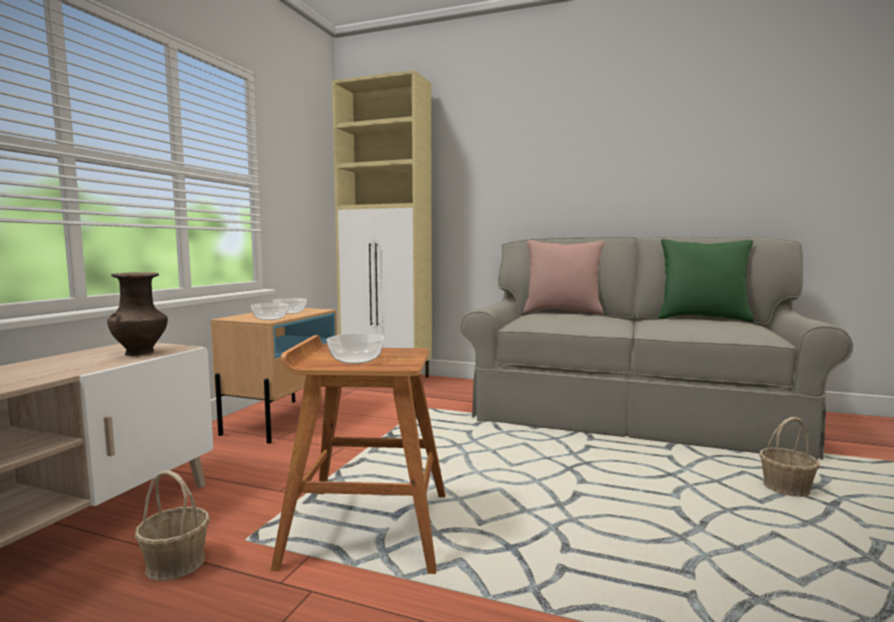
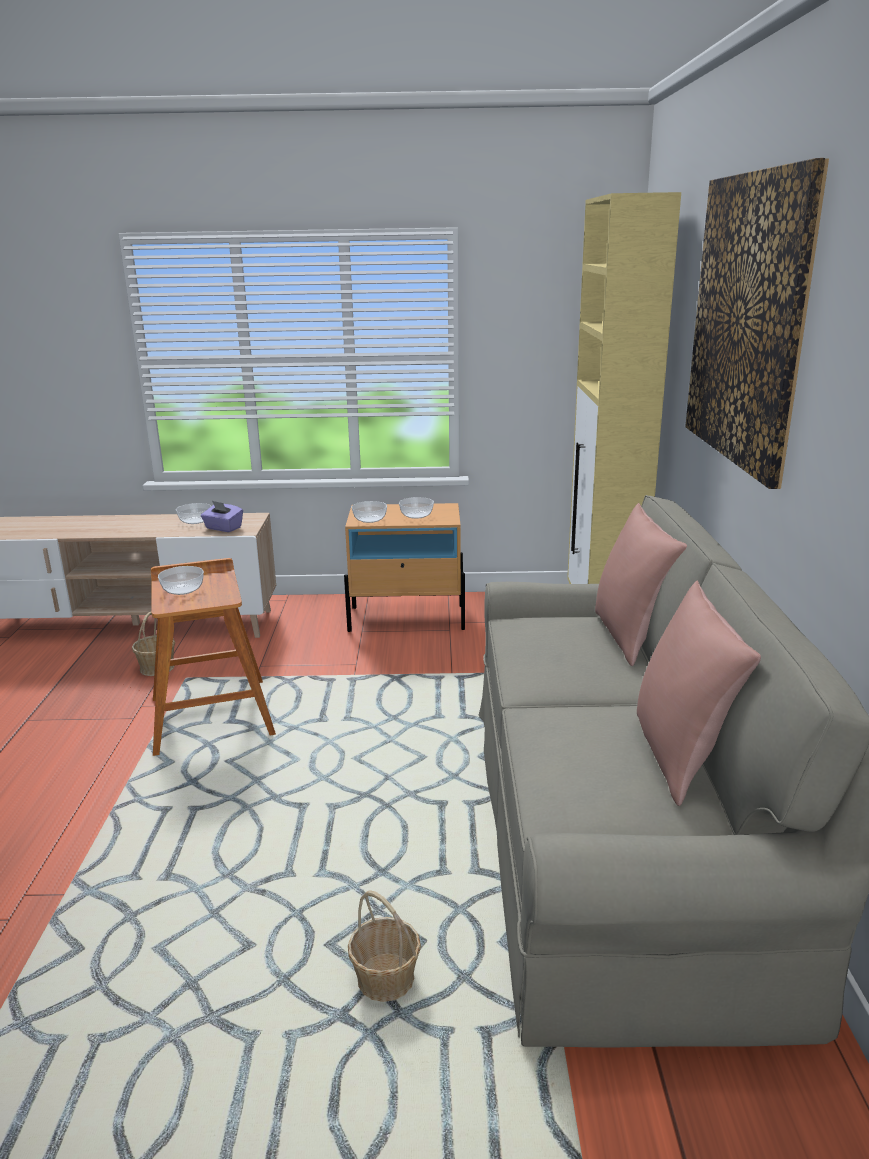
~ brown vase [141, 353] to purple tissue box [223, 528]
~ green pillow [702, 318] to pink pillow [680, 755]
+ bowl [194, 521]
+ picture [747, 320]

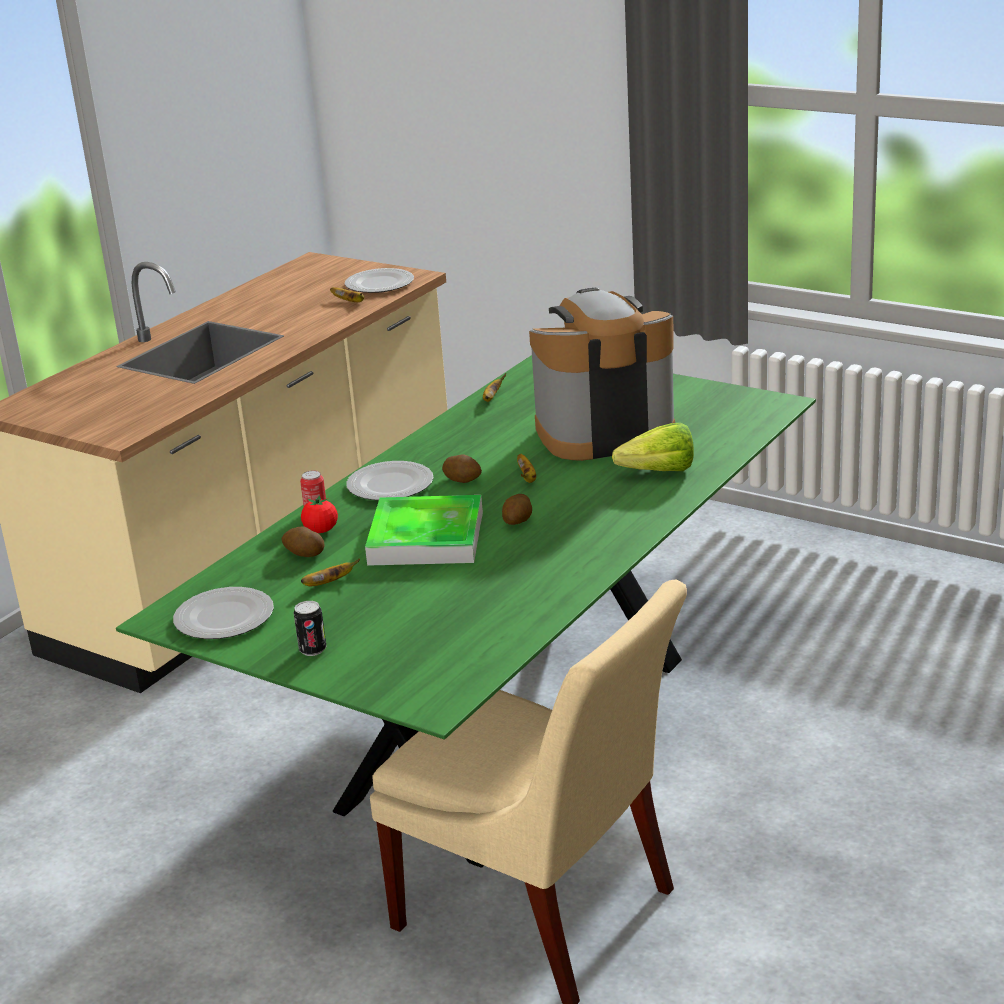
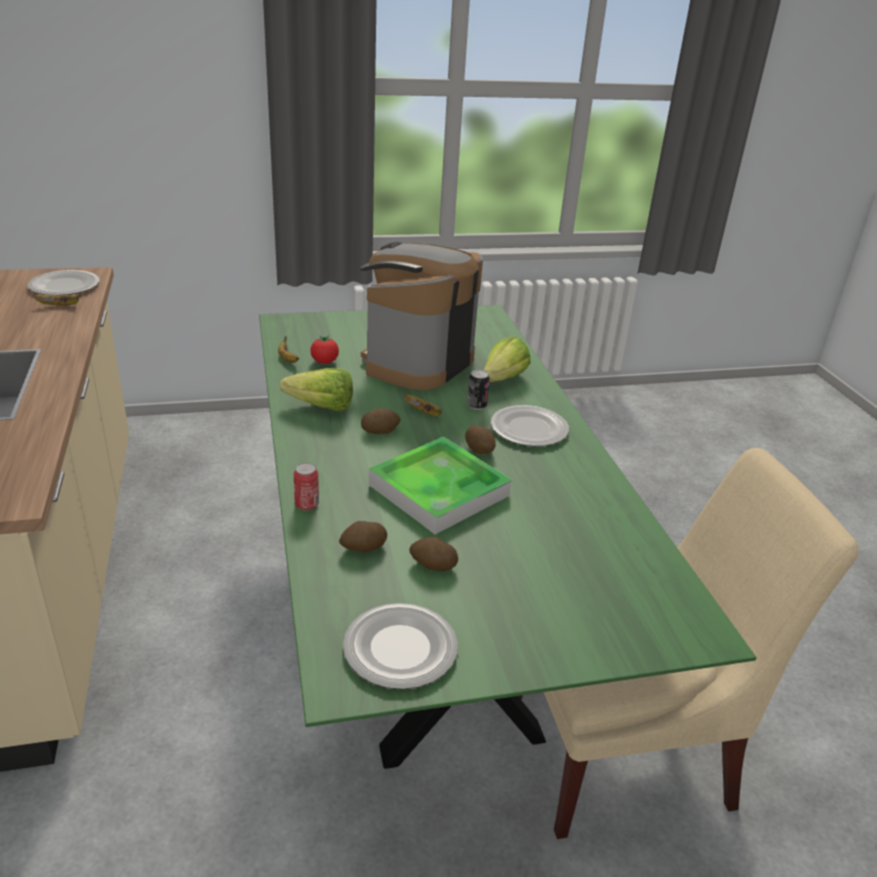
~ can [312, 650] to [476, 405]
~ tomato [321, 530] to [324, 362]
~ banana [329, 583] to potato [432, 565]
~ plate [389, 485] to [528, 429]
+ lettuce [316, 406]

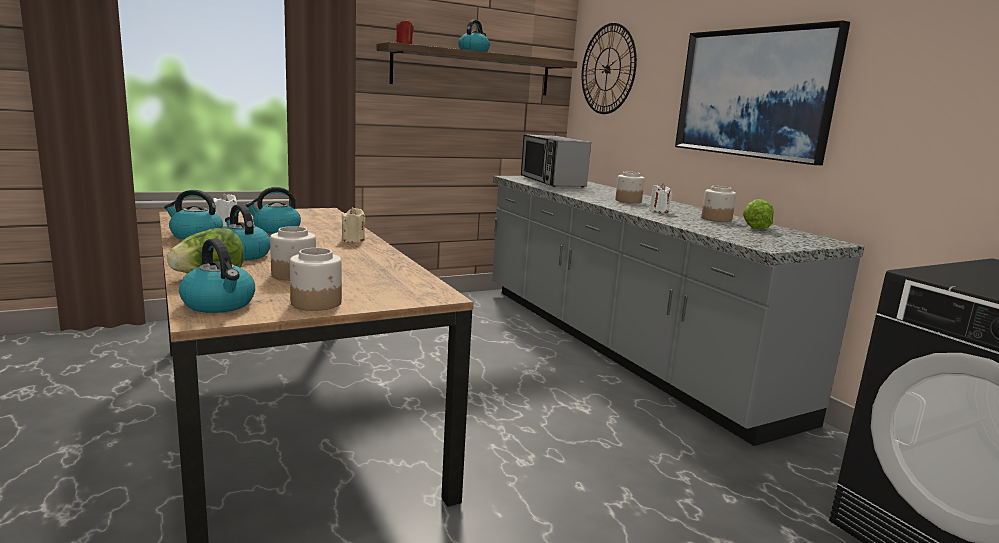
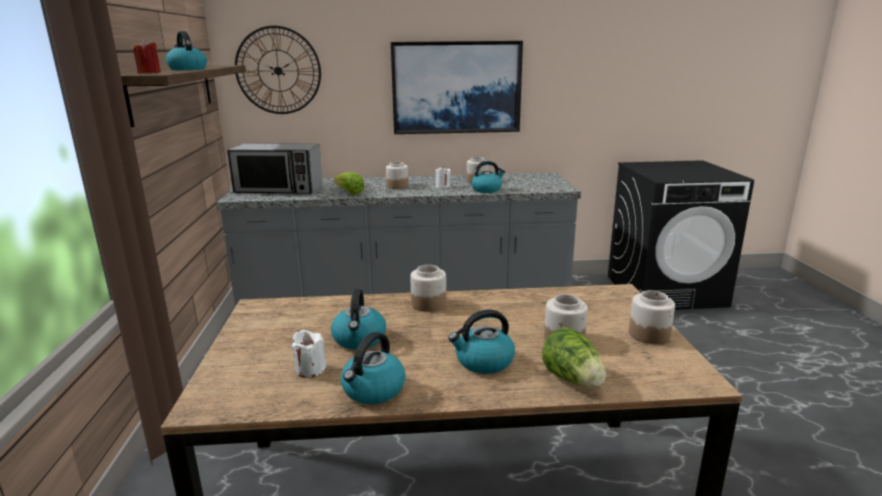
~ kettle [220, 304] to [487, 189]
~ beige candle [353, 240] to jar [428, 304]
~ lettuce [755, 227] to [349, 192]

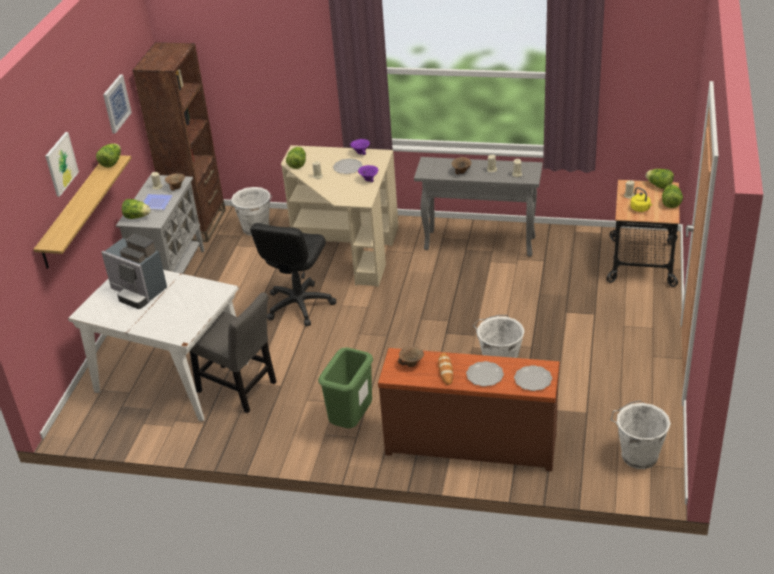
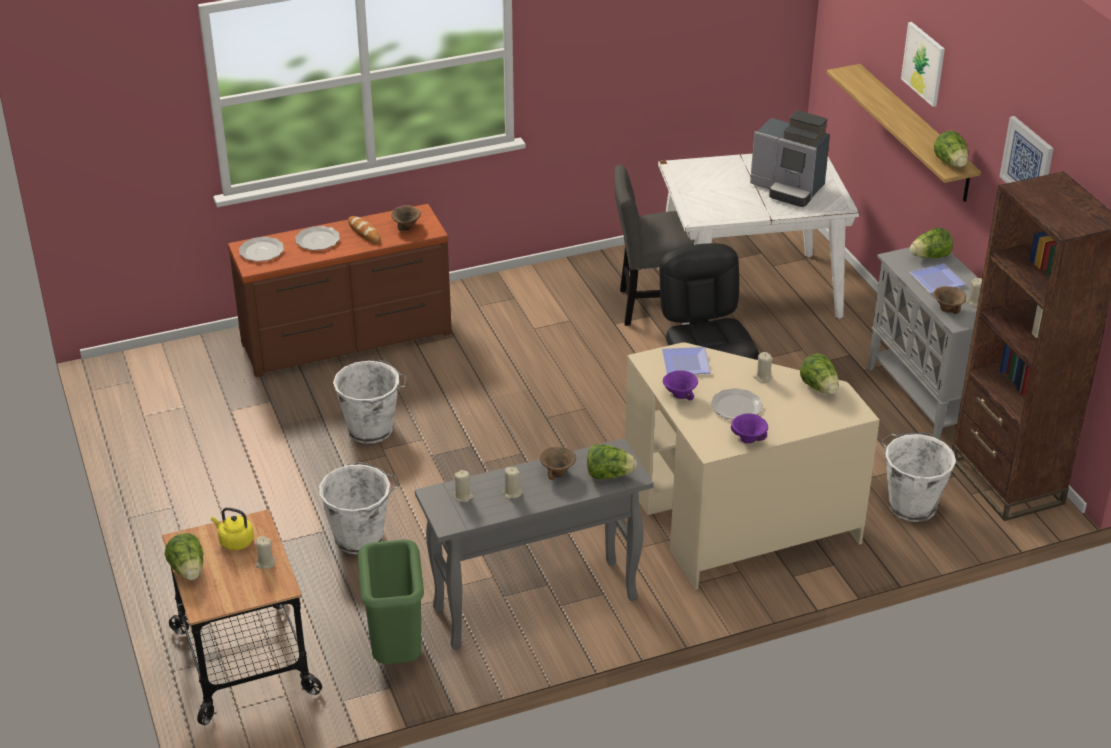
~ coffee machine [138, 292] = [788, 188] 150 degrees counterclockwise
~ green trash can [351, 421] to [397, 653]
~ white bucket [637, 456] to [361, 537]
~ lettuce [659, 186] to [609, 475]
+ plate [687, 364]

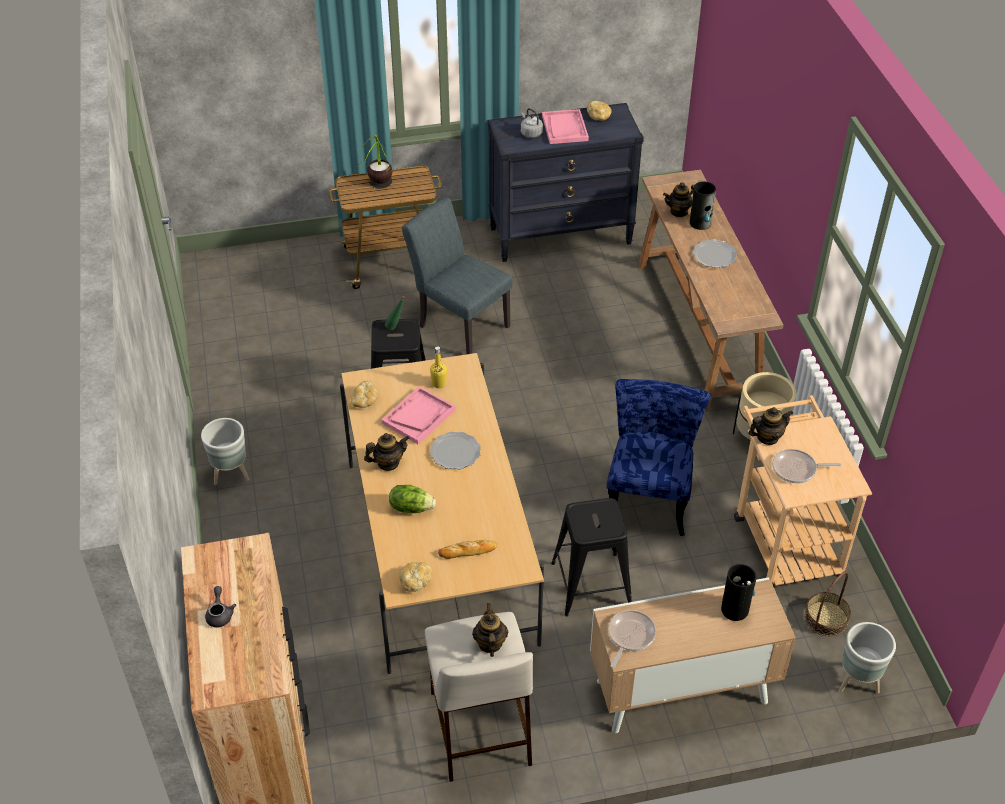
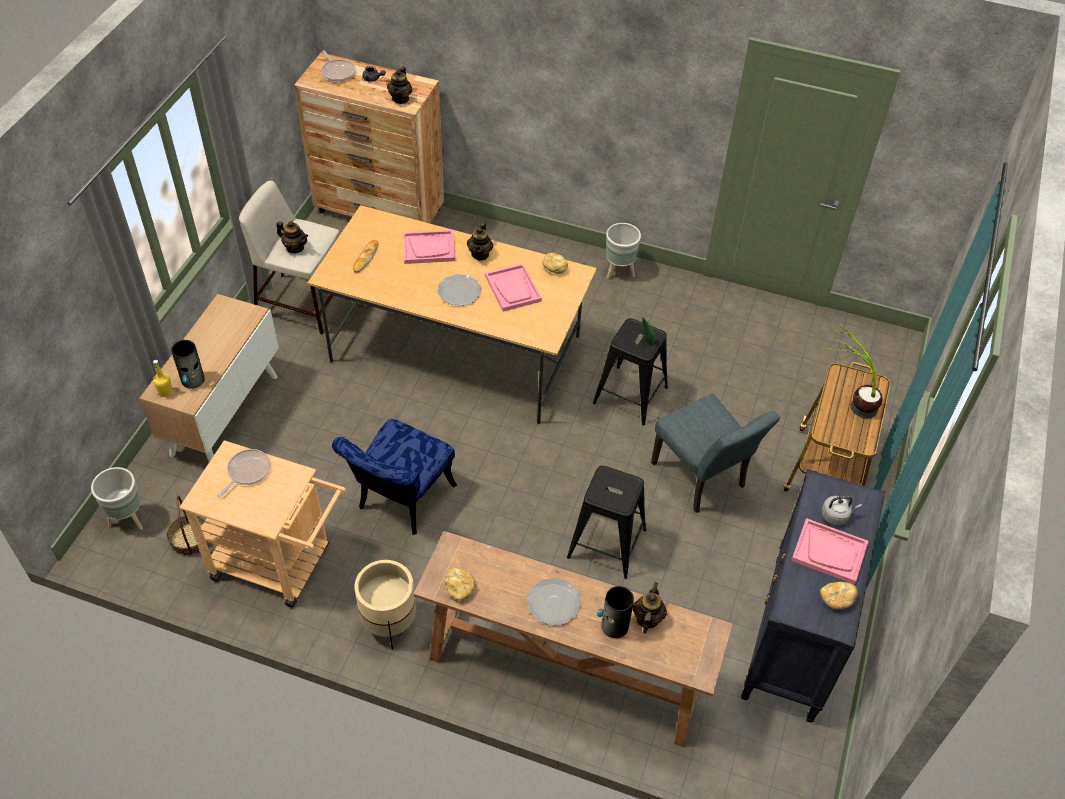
~ lettuce [411, 507] to pink tray [429, 248]
~ bread [415, 581] to [459, 588]
~ grey chair [459, 323] = [702, 480] 75 degrees clockwise
~ yellow bottle [439, 383] to [166, 392]
~ black stool [590, 584] to [607, 543]
~ blue chair [649, 493] = [400, 501] 75 degrees clockwise
~ frying pan [629, 636] to [337, 72]
~ teapot [767, 437] to [400, 98]

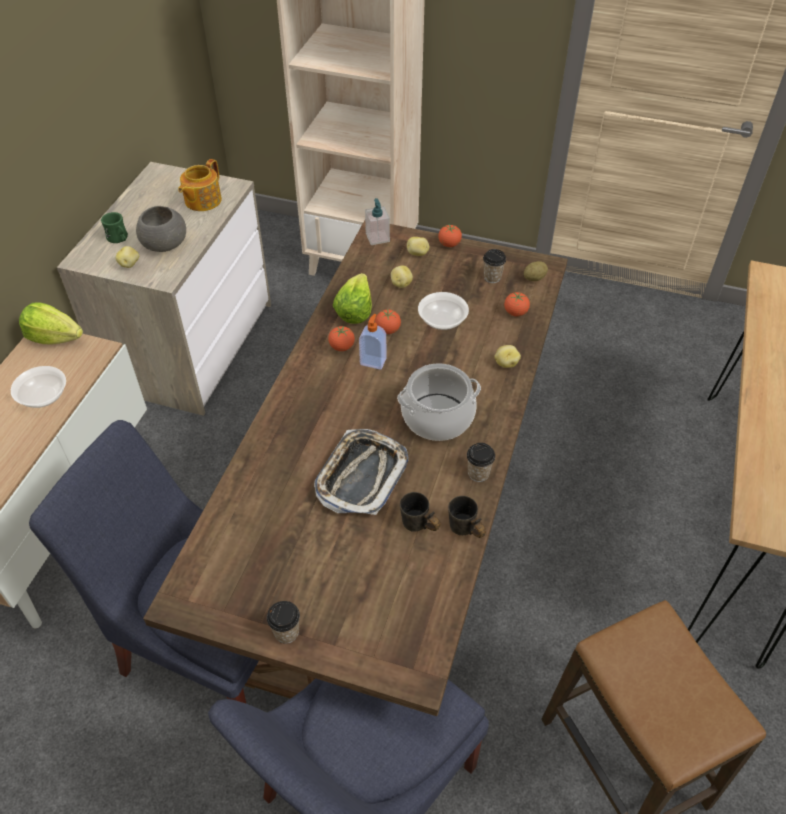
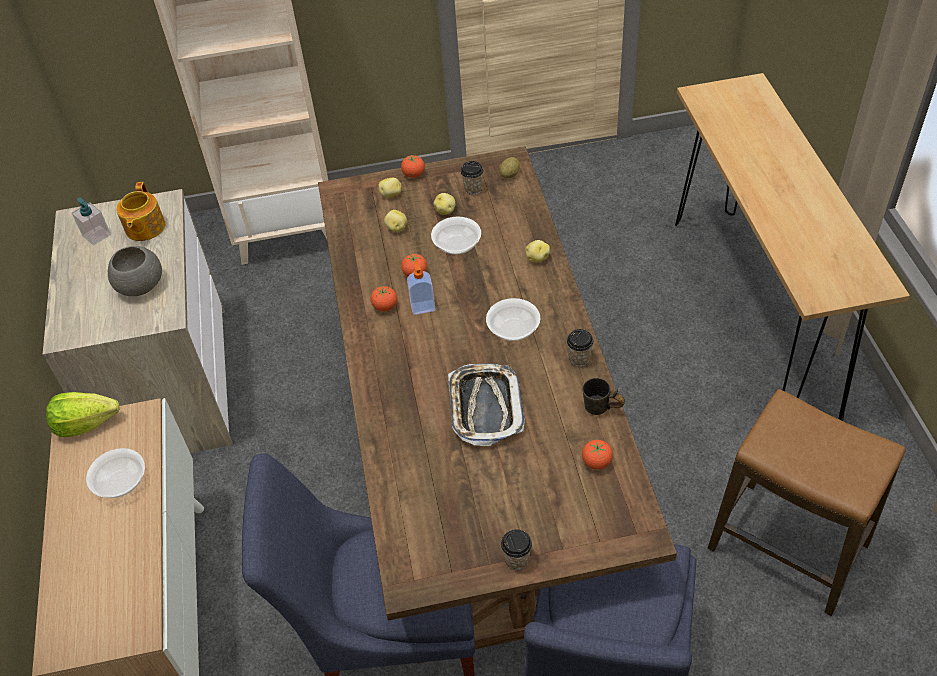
- green mug [119, 239]
~ potato [129, 264] to [445, 210]
- lettuce [354, 310]
~ soap dispenser [377, 238] to [96, 235]
~ cooking pot [437, 418] to bowl [513, 329]
- grey mug [417, 527]
~ tomato [515, 313] to [596, 462]

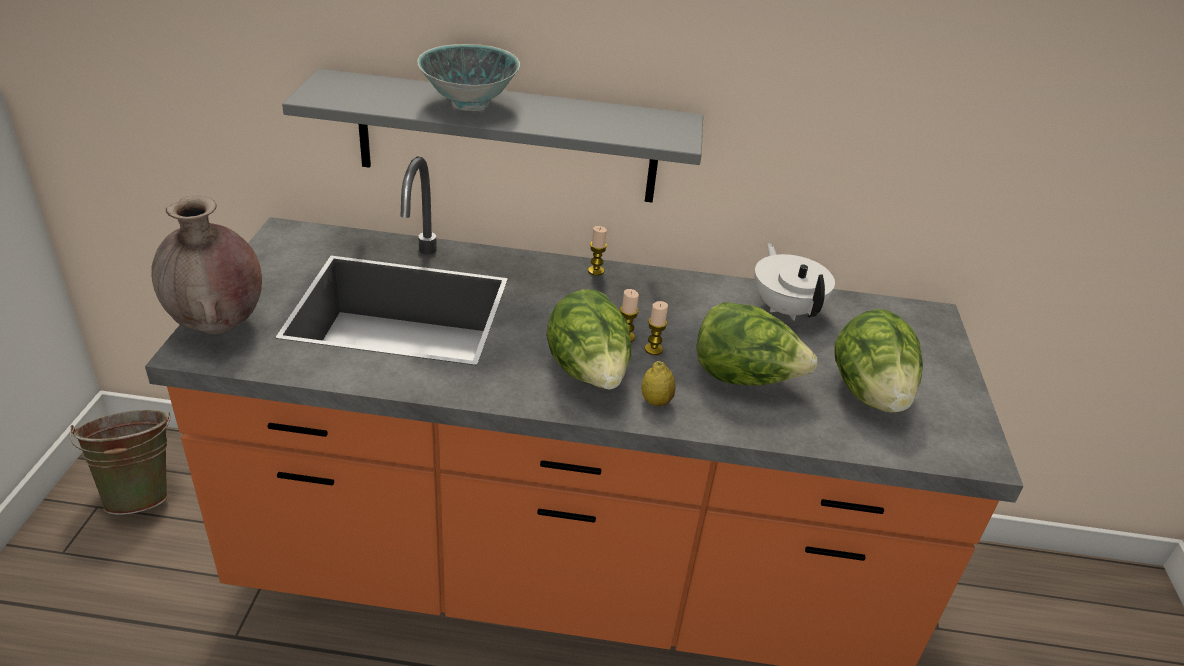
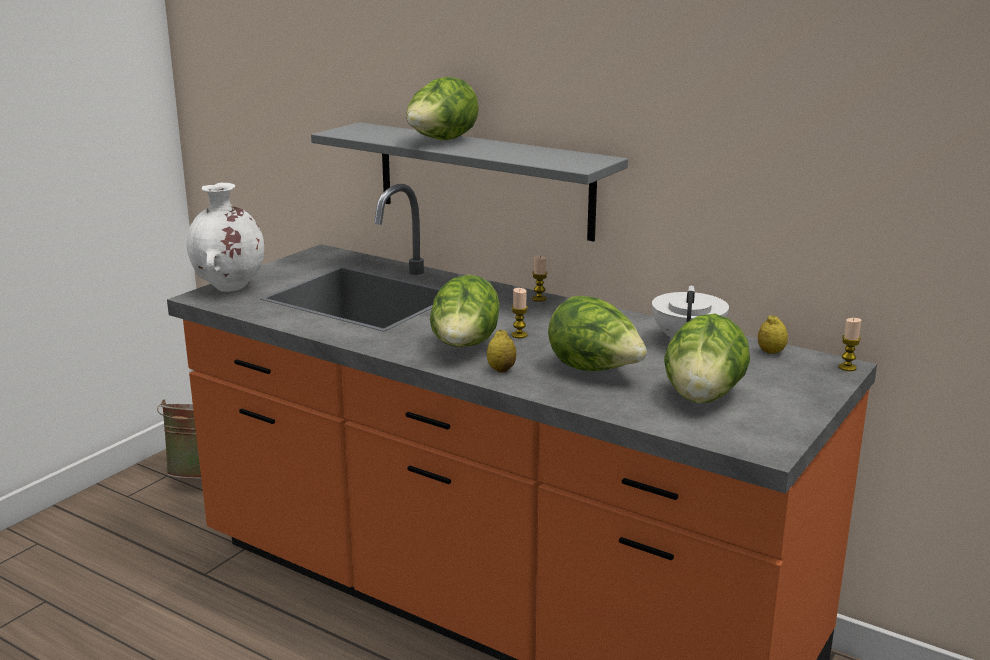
~ brown vase [219, 326] to white vase [230, 288]
~ bowl [469, 104] to lettuce [441, 141]
~ candle [653, 349] to [847, 367]
+ lemon [771, 352]

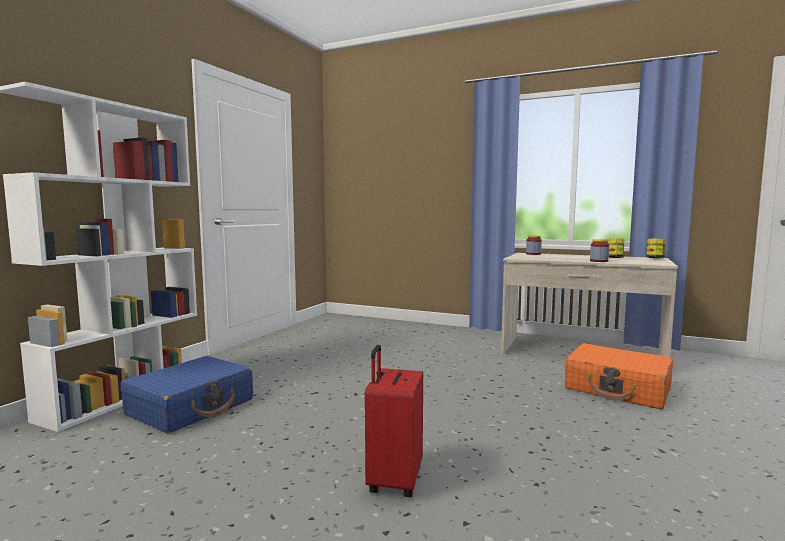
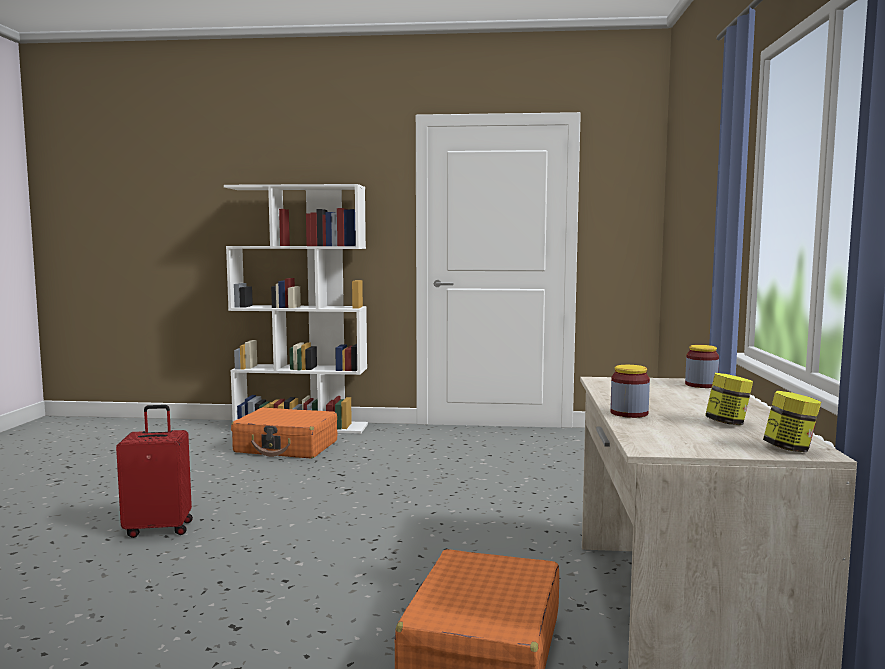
~ blue suitcase [191, 407] to orange suitcase [286, 447]

